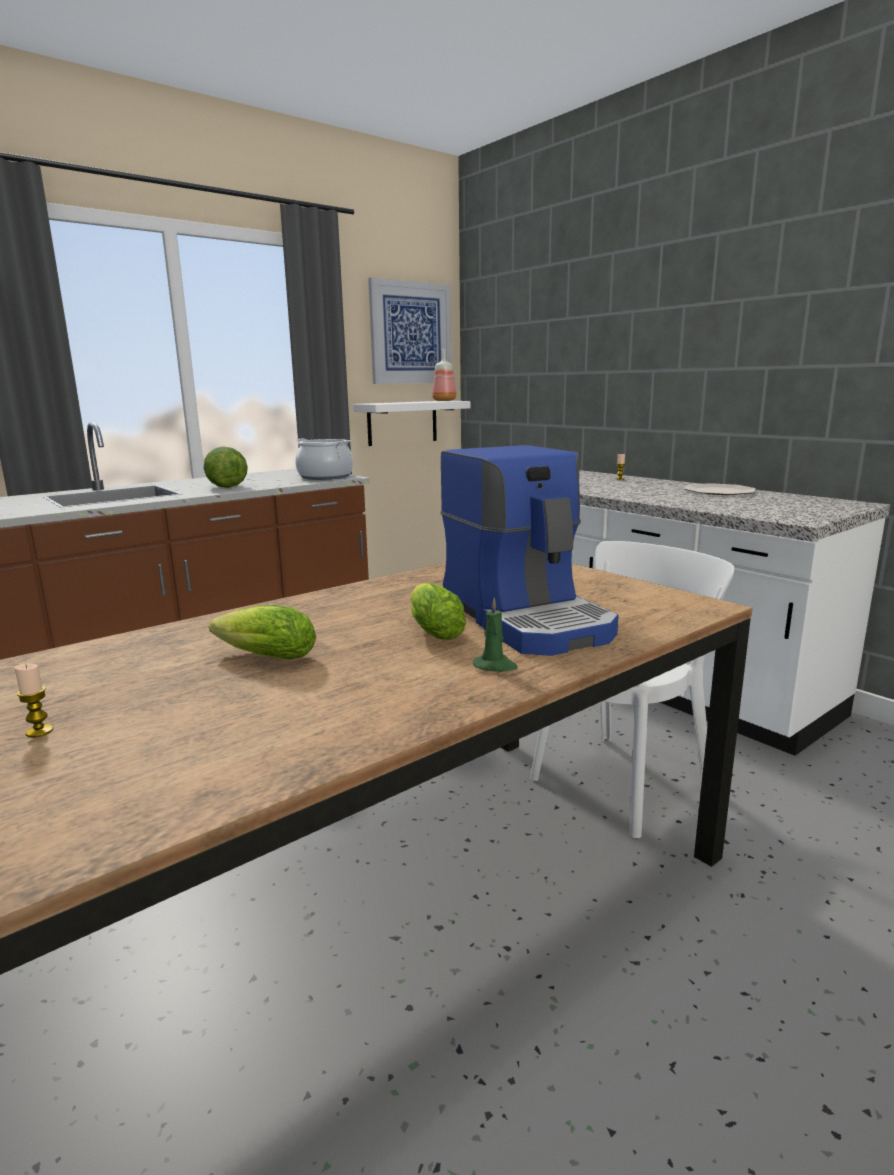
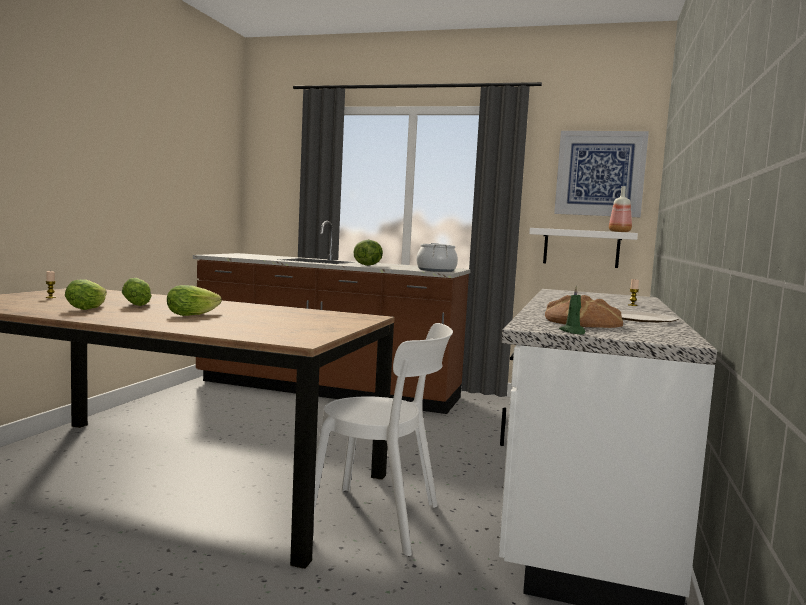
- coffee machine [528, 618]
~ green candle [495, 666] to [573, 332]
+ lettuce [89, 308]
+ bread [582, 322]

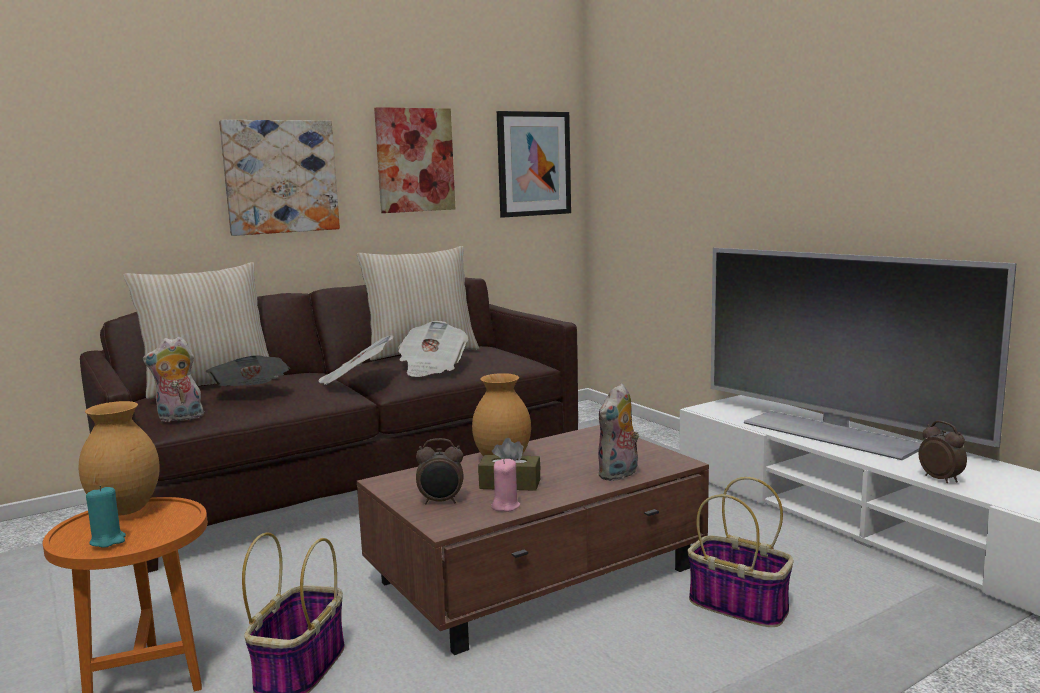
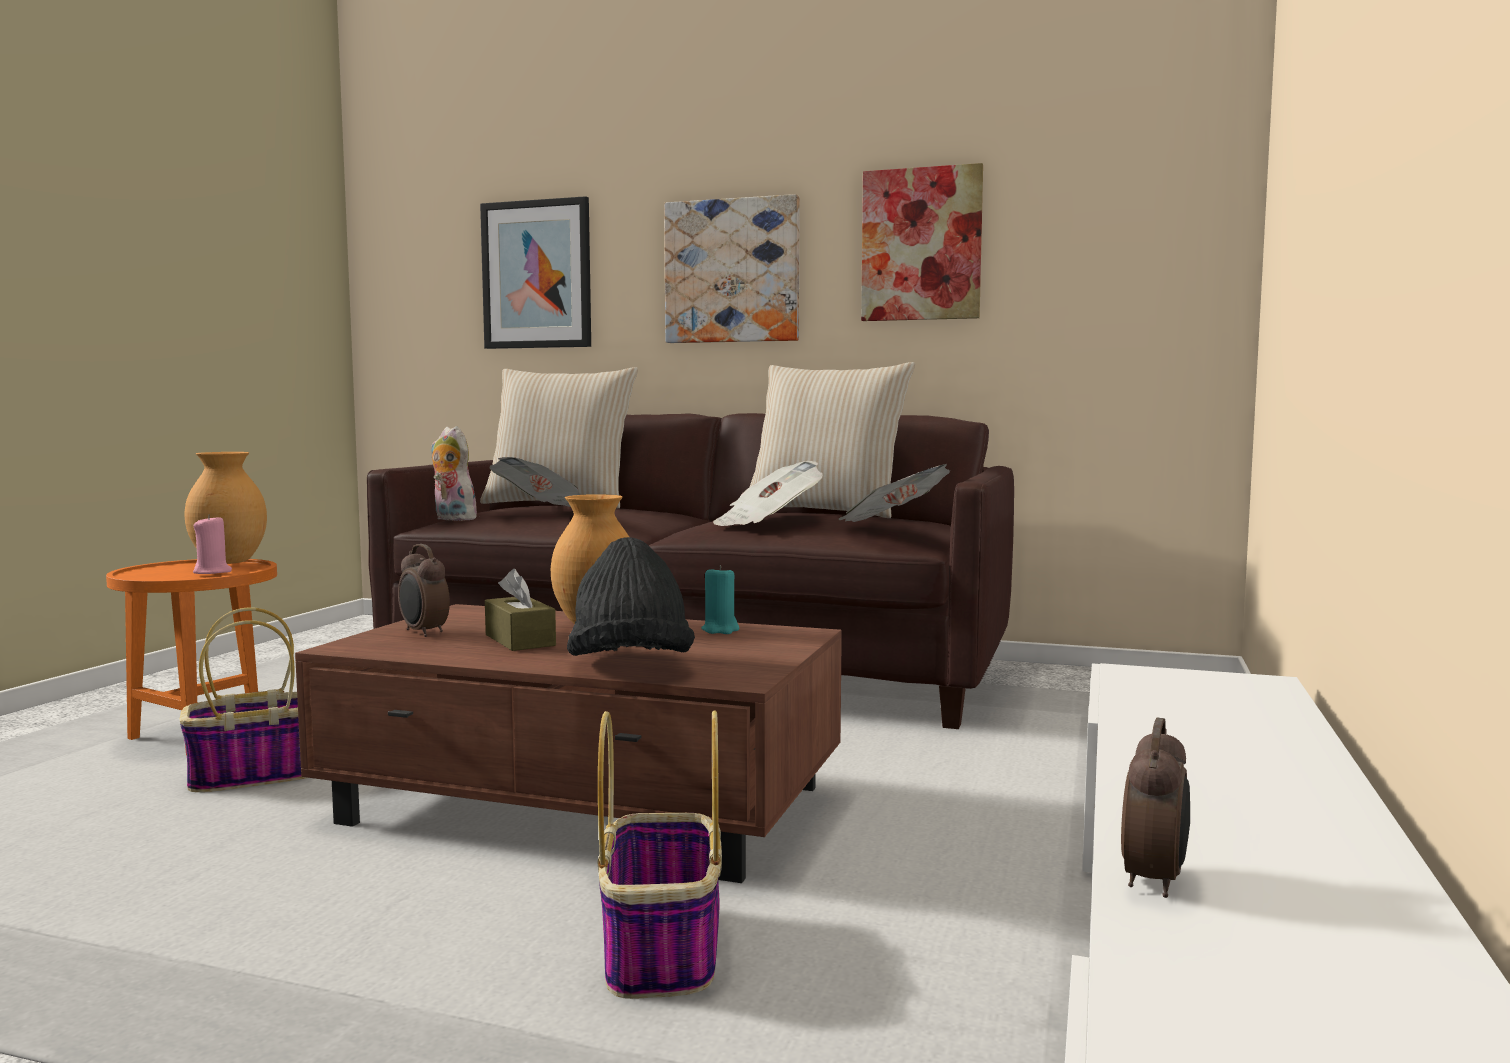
~ turquoise candle [108, 540] to [720, 630]
~ newspaper [355, 381] to [893, 526]
~ pink candle [505, 506] to [213, 572]
~ picture [533, 164] to [537, 275]
~ plush toy [619, 475] to black hat [630, 667]
- television [831, 433]

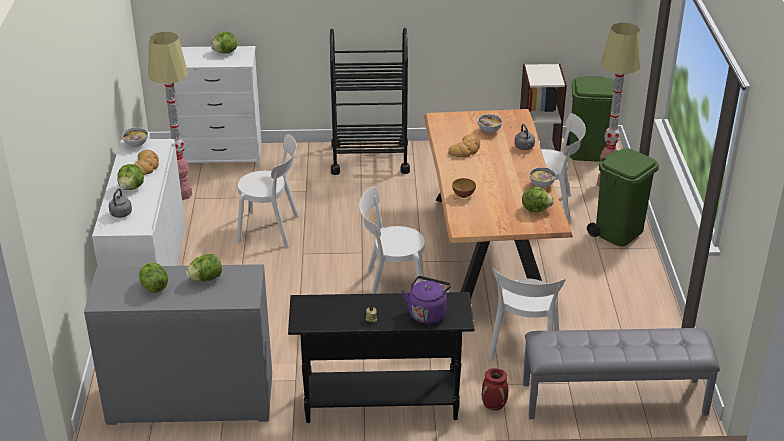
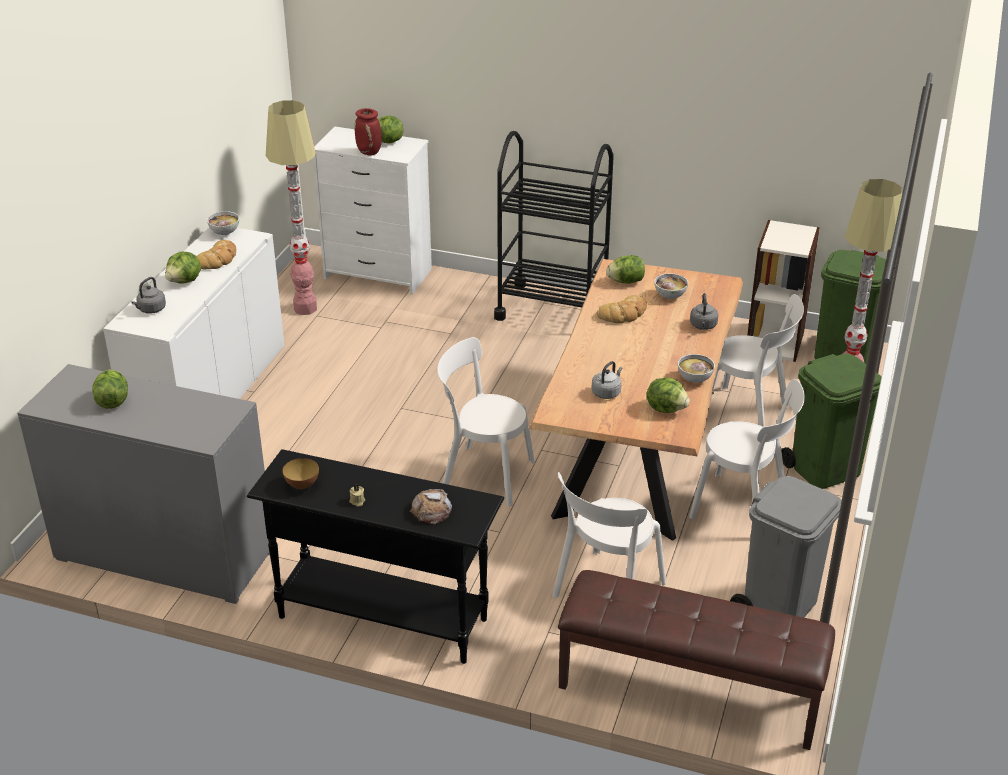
~ lettuce [205, 279] to [626, 281]
~ white chair [271, 229] to [743, 508]
~ purple kettle [427, 313] to bread [431, 511]
~ bowl [463, 195] to [302, 485]
~ red vase [494, 406] to [370, 152]
~ grey bench [613, 399] to brown bench [688, 692]
+ grey kettle [607, 392]
+ grey trash can [779, 604]

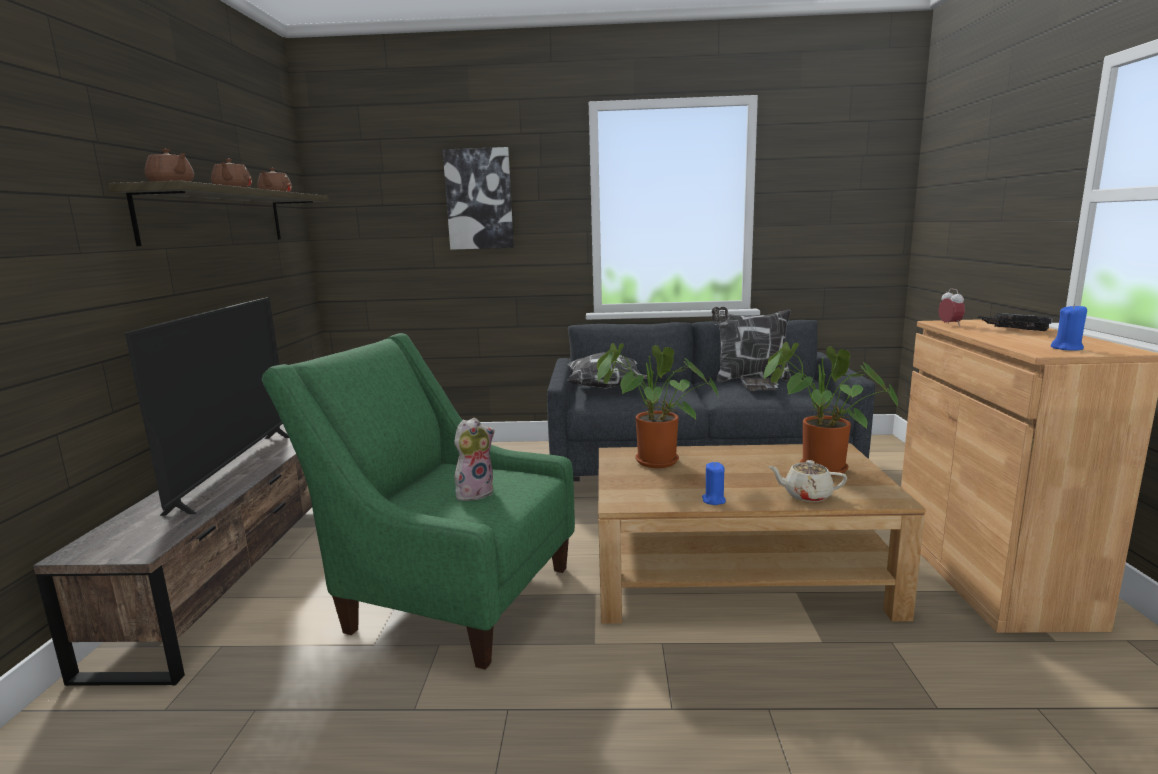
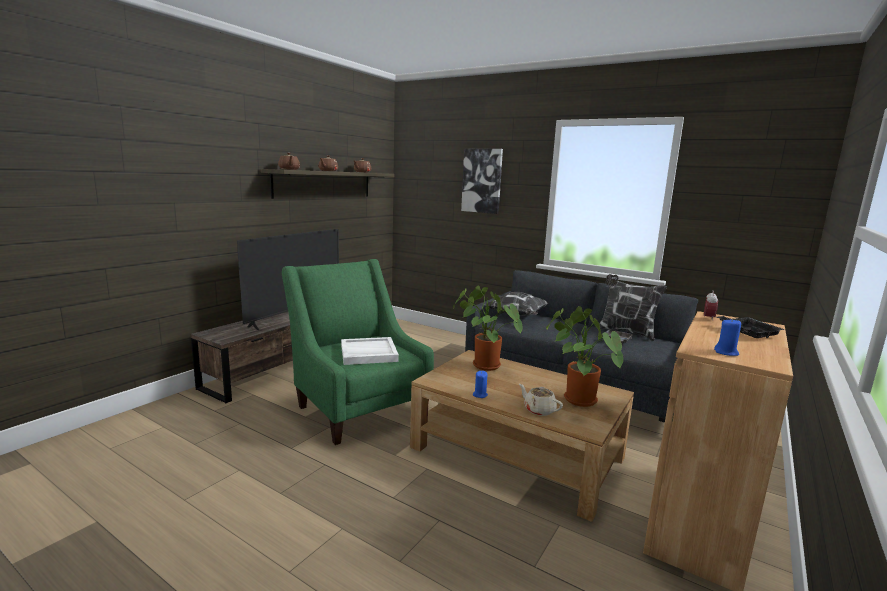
~ plush toy [475, 493] to white tray [368, 353]

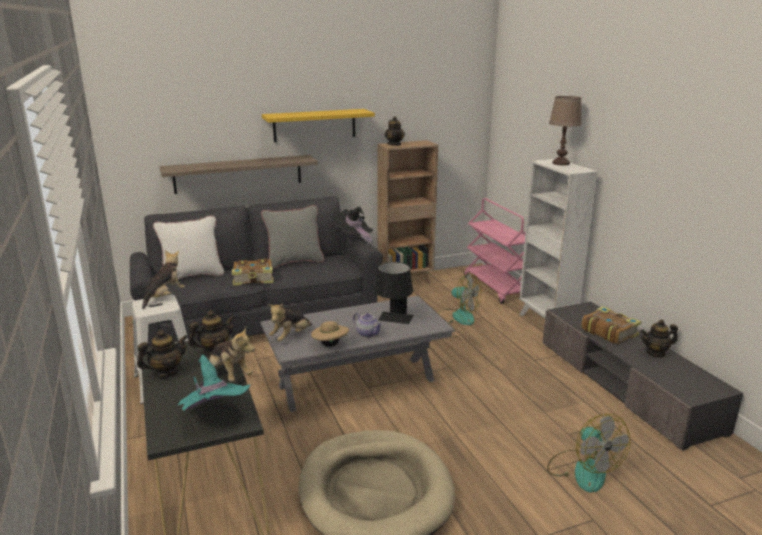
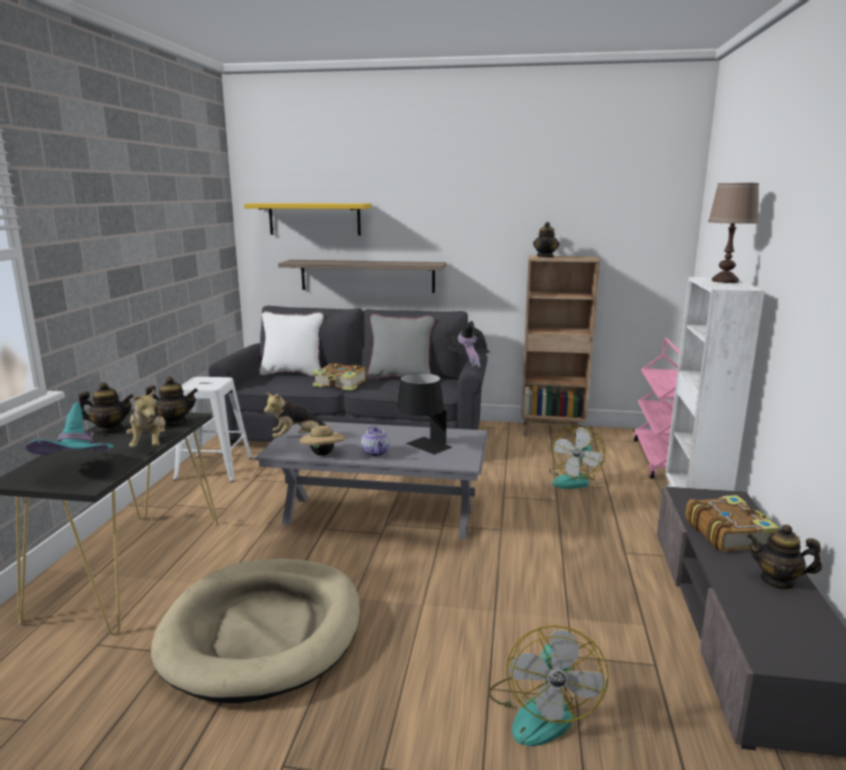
- plush toy [165, 297]
~ yellow shelf [314, 125] to [314, 219]
~ fan [457, 317] = [574, 480] 60 degrees clockwise

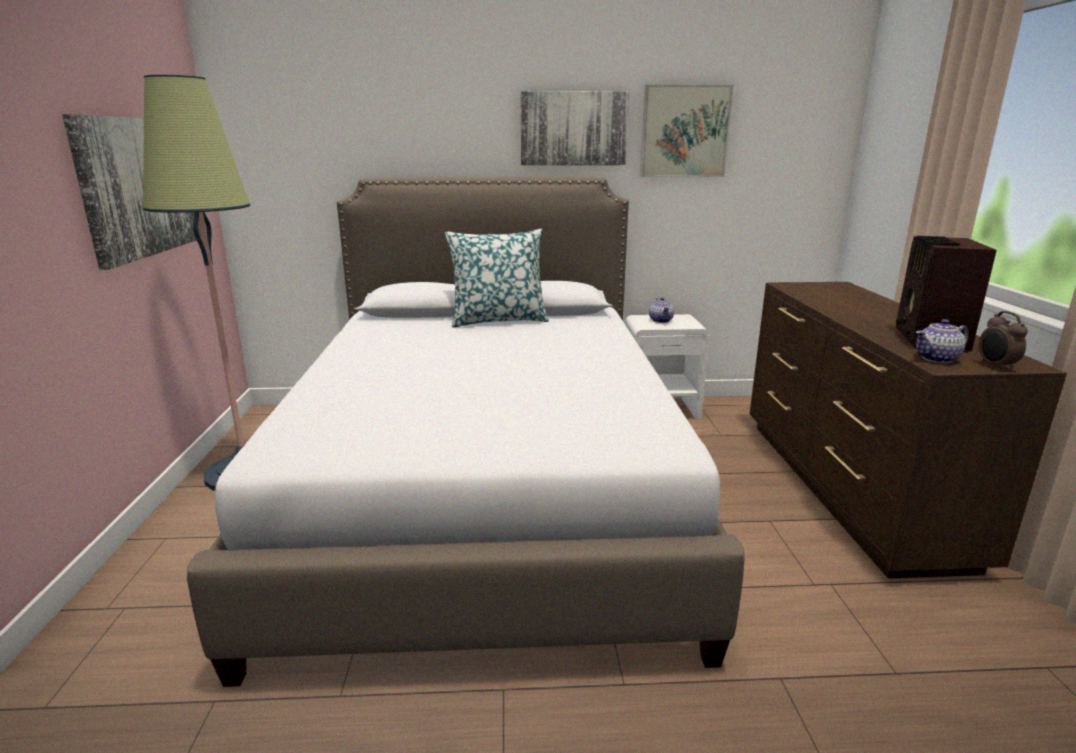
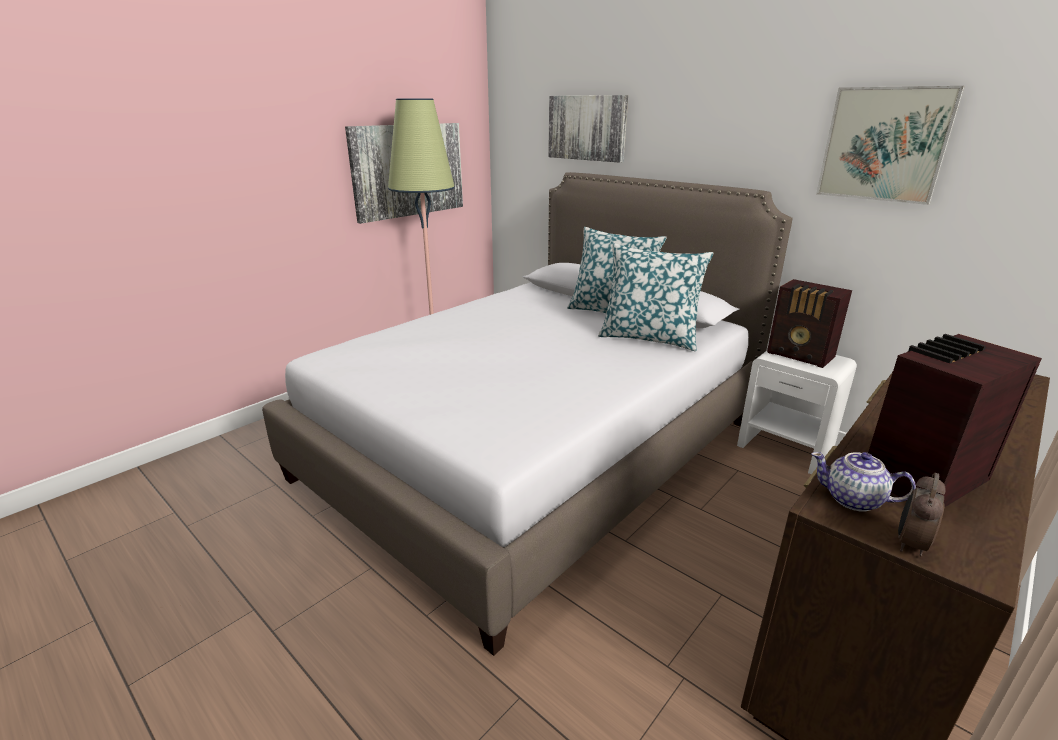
~ picture [573, 129] to [587, 128]
~ teapot [661, 320] to radio [801, 356]
+ pillow [649, 338]

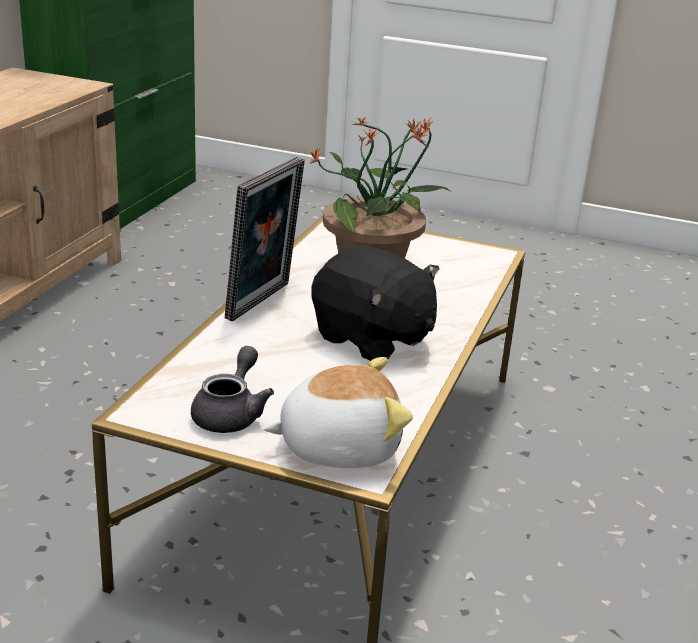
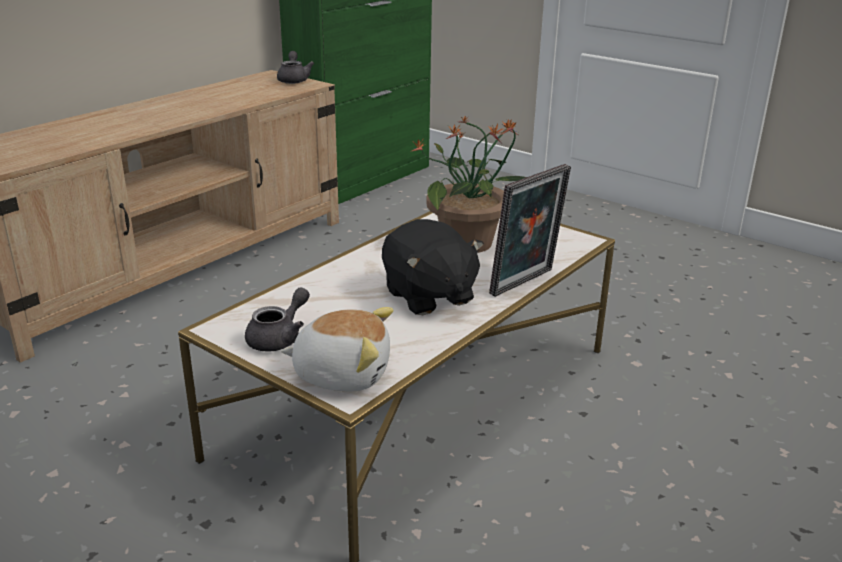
~ picture frame [263, 302] to [525, 283]
+ grey teapot [294, 80]

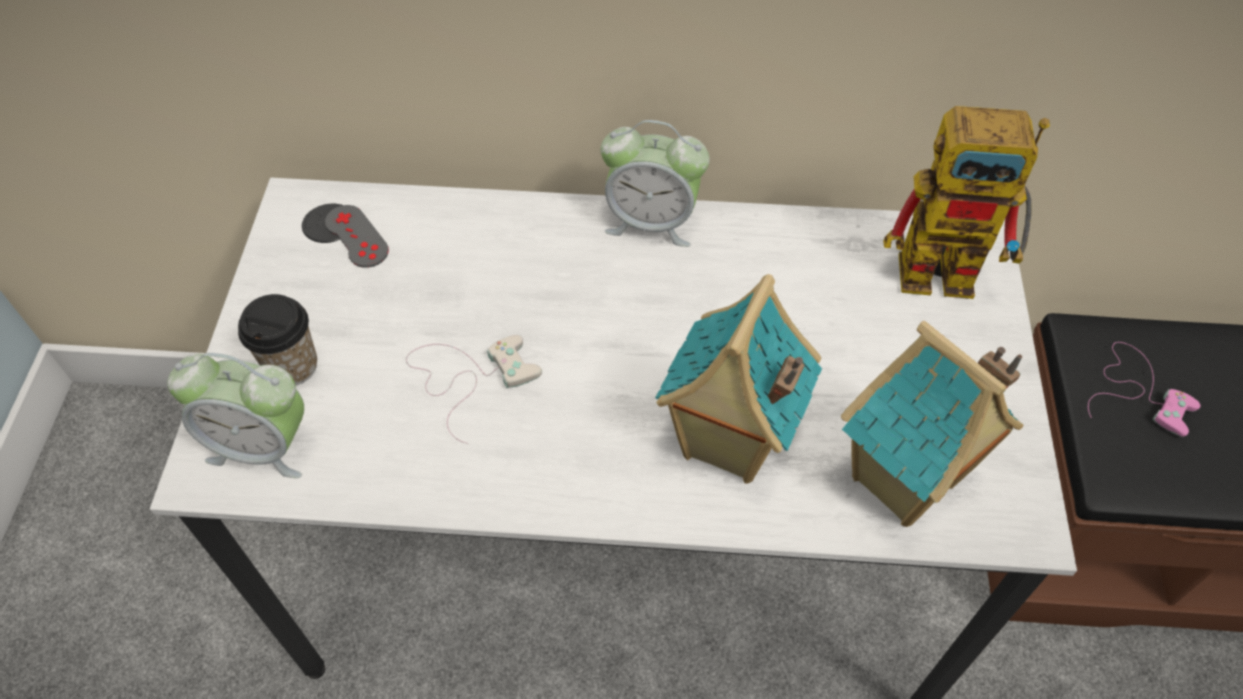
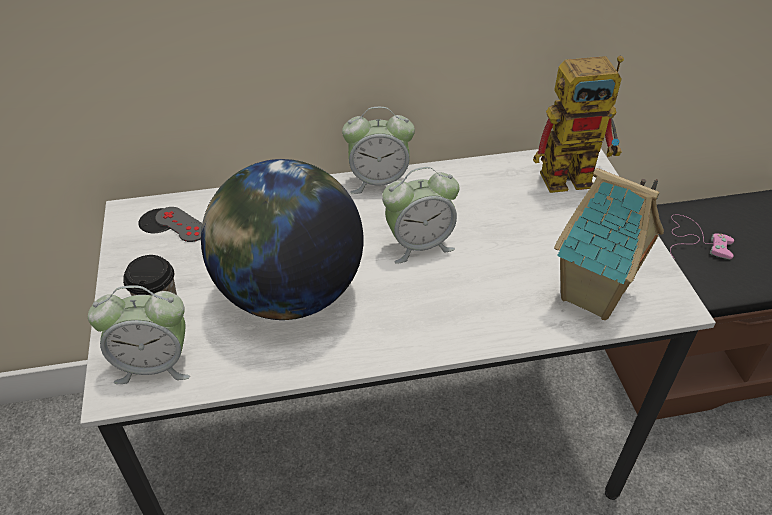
~ white game controller [469, 377] to globe [289, 293]
- toy house [726, 444]
+ alarm clock [419, 244]

